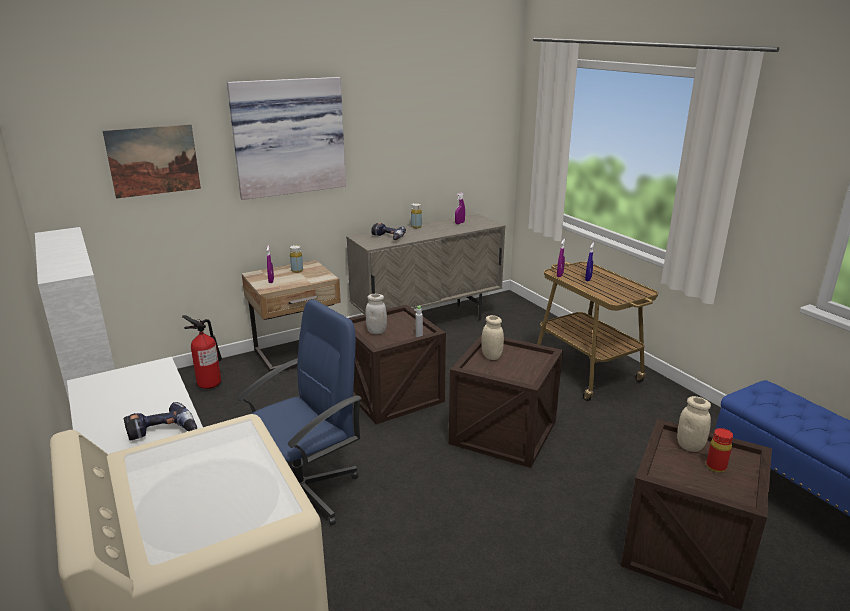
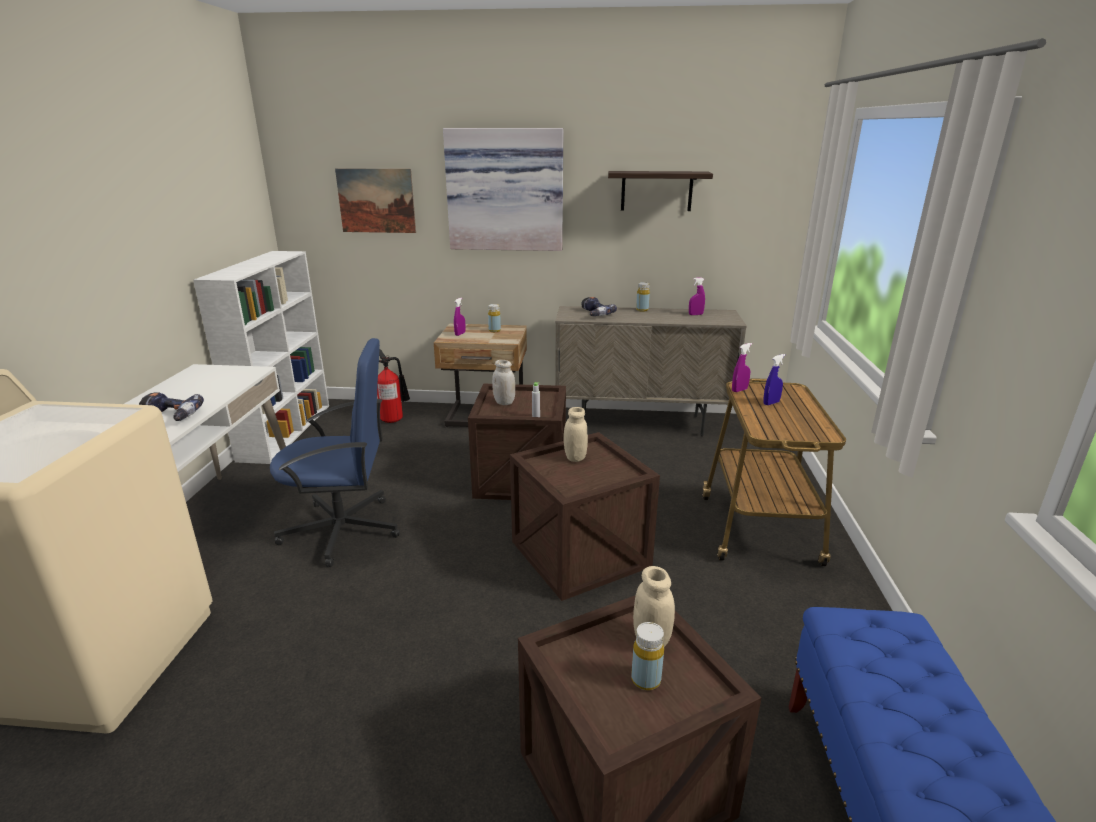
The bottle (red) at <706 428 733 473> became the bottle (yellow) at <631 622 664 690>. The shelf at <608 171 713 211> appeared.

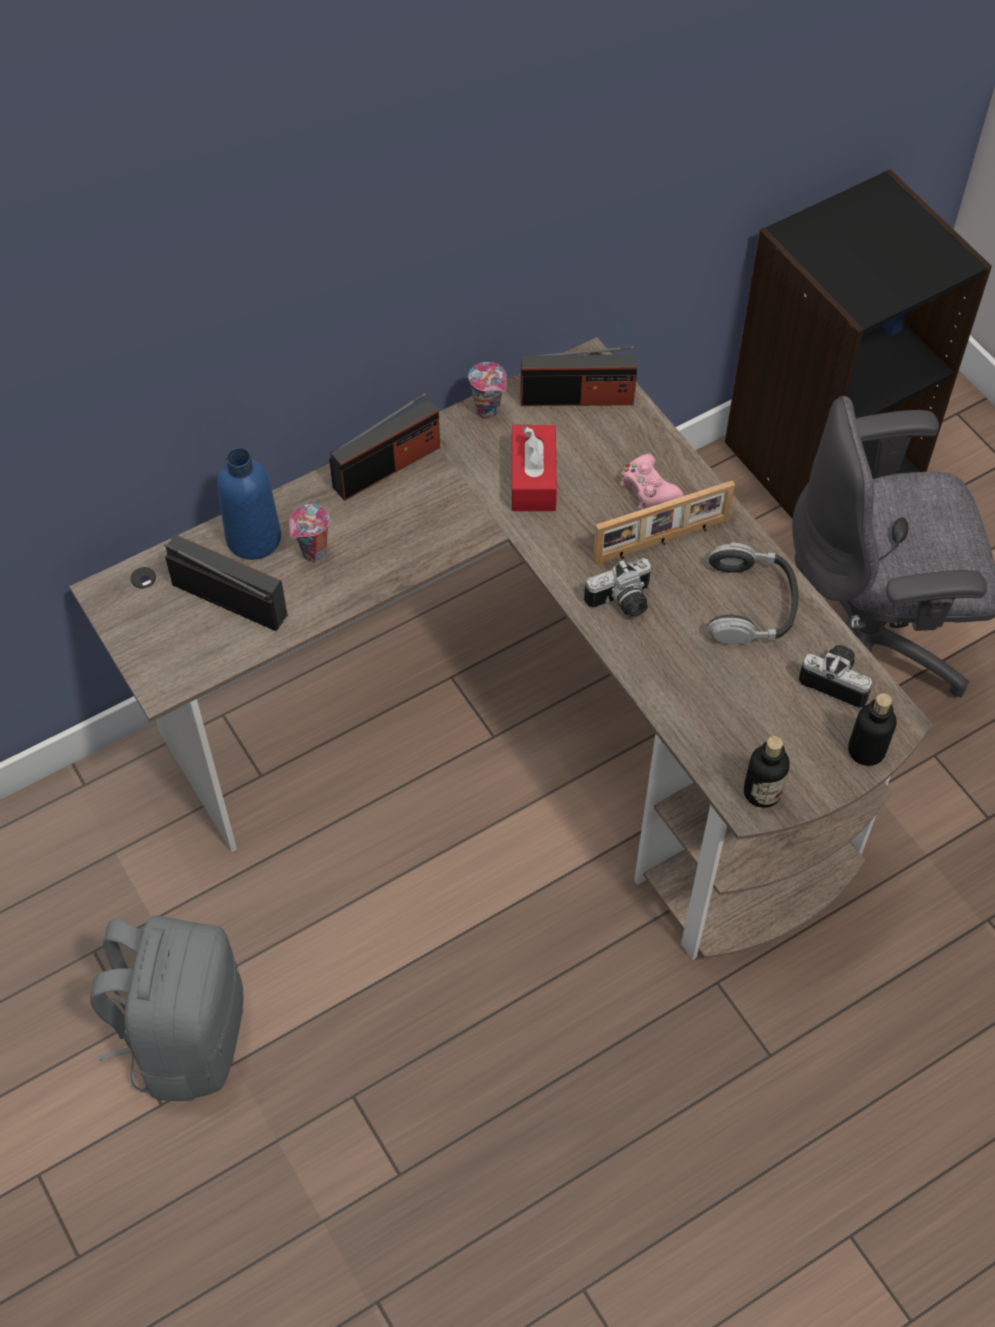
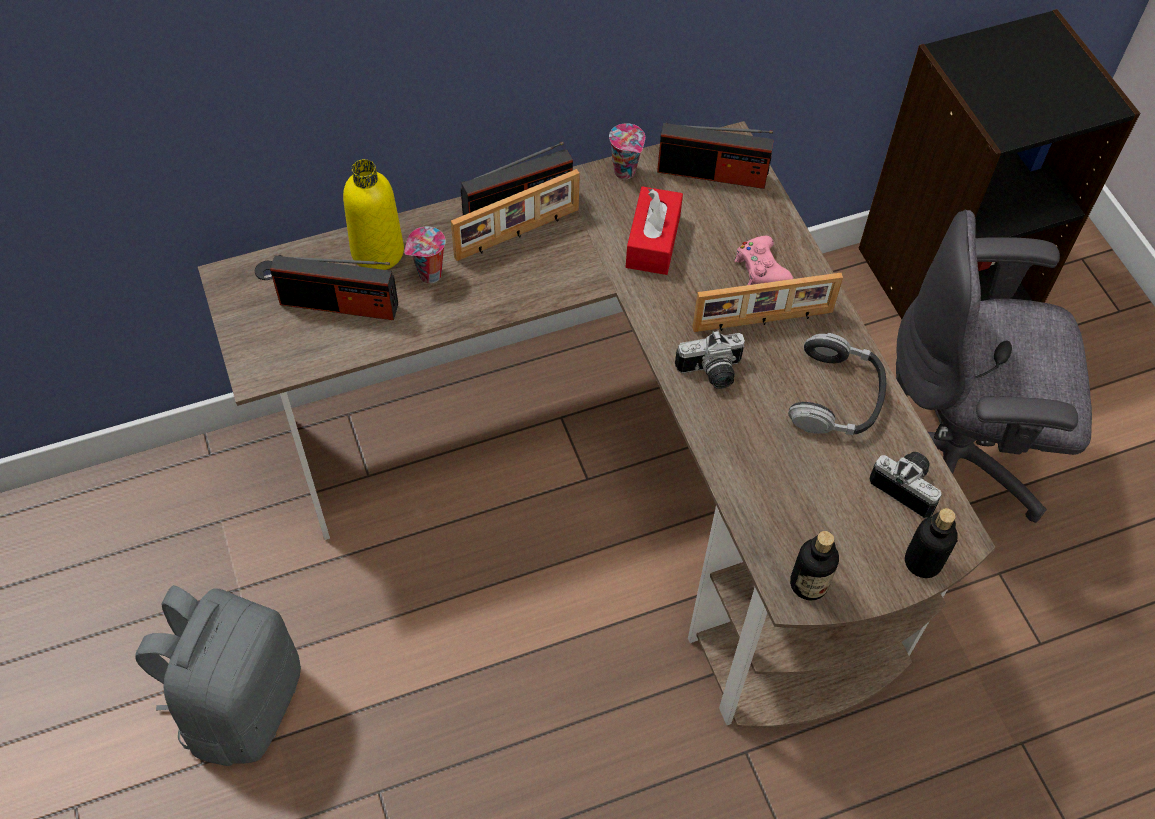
The bottle (blue) at <218 448 281 560> became the bottle (yellow) at <343 159 404 270>. The radio at <164 534 287 631> turned 150 degrees clockwise. The picture frame at <451 169 580 261> appeared.

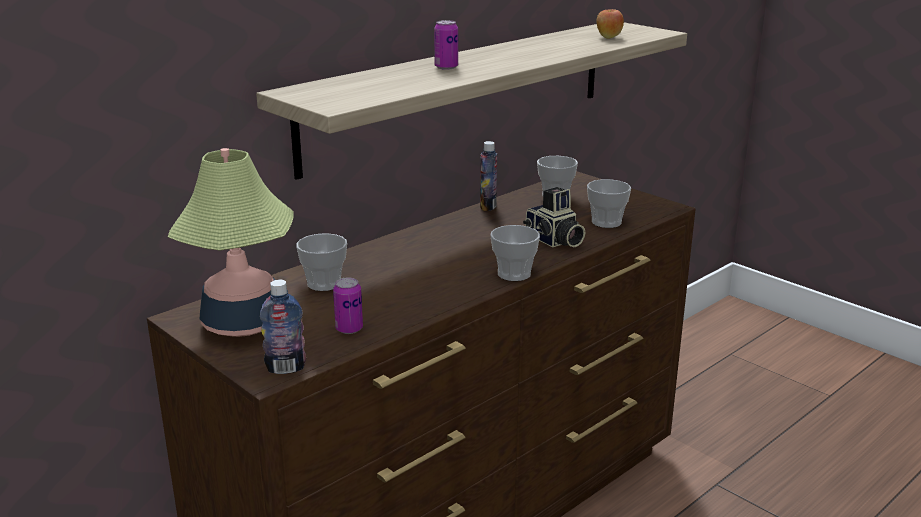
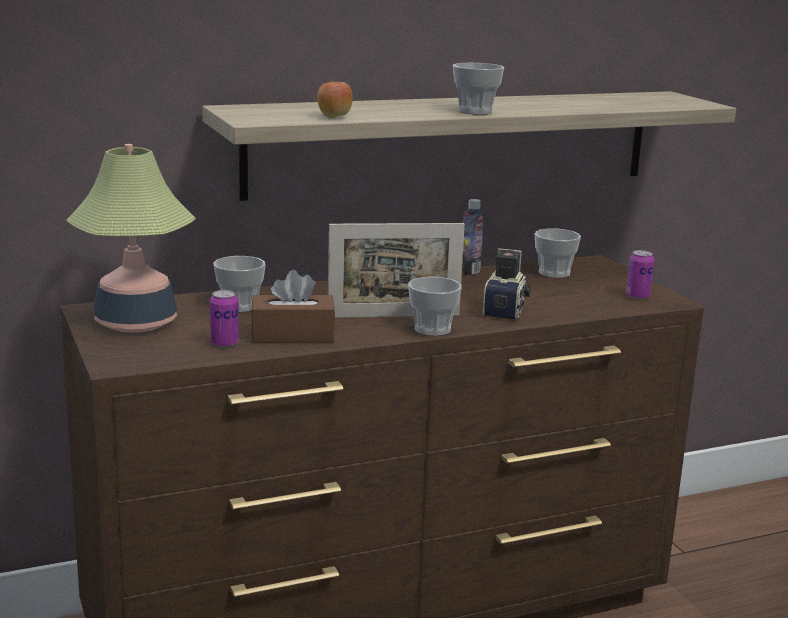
The apple moved from <597 9 624 39> to <317 82 353 118>. The can moved from <434 20 458 70> to <626 250 654 299>. The cup moved from <587 179 631 228> to <453 63 504 115>. The photo camera at <523 187 585 248> turned 150 degrees counterclockwise. The bottle at <260 280 306 374> disappeared. The picture frame at <328 223 465 318> appeared. The tissue box (brown) at <251 270 335 343> appeared.

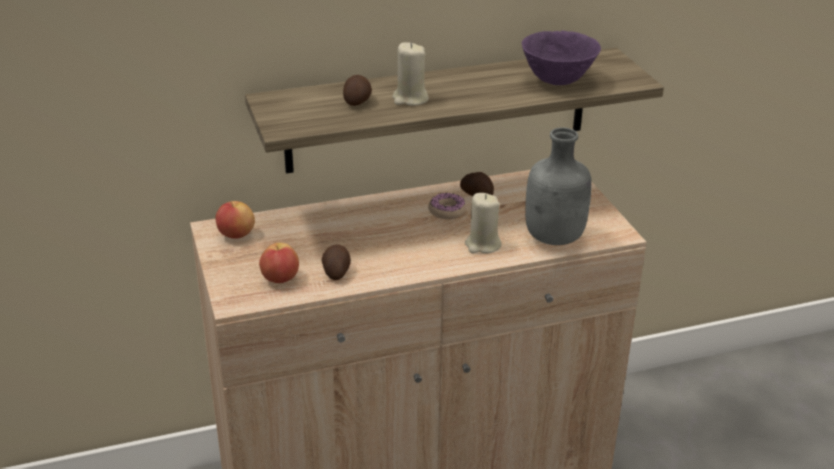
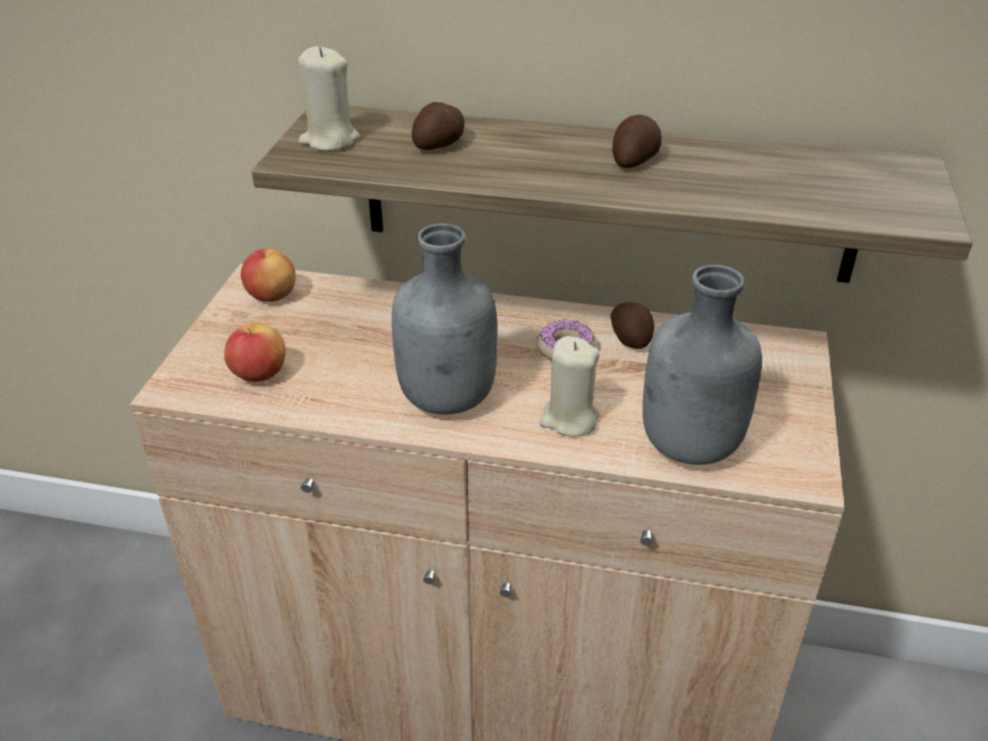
The bowl (purple) at <522 31 601 85> disappeared. The candle (beige) moved from <392 42 429 106> to <298 46 360 151>. The potato moved from <322 244 351 280> to <612 115 662 168>. The bottle (grey) at <392 223 498 414> appeared.

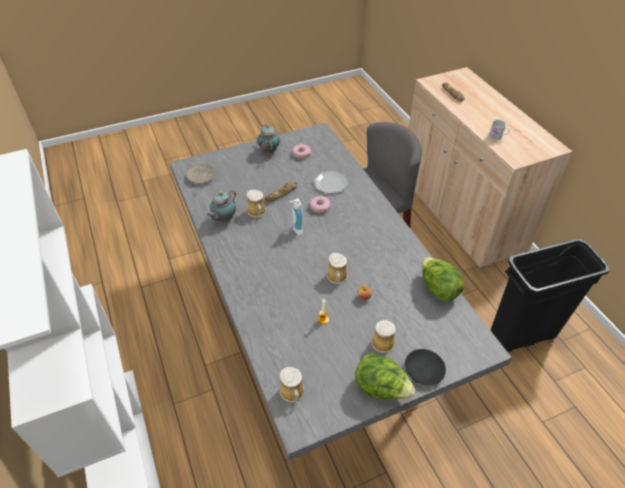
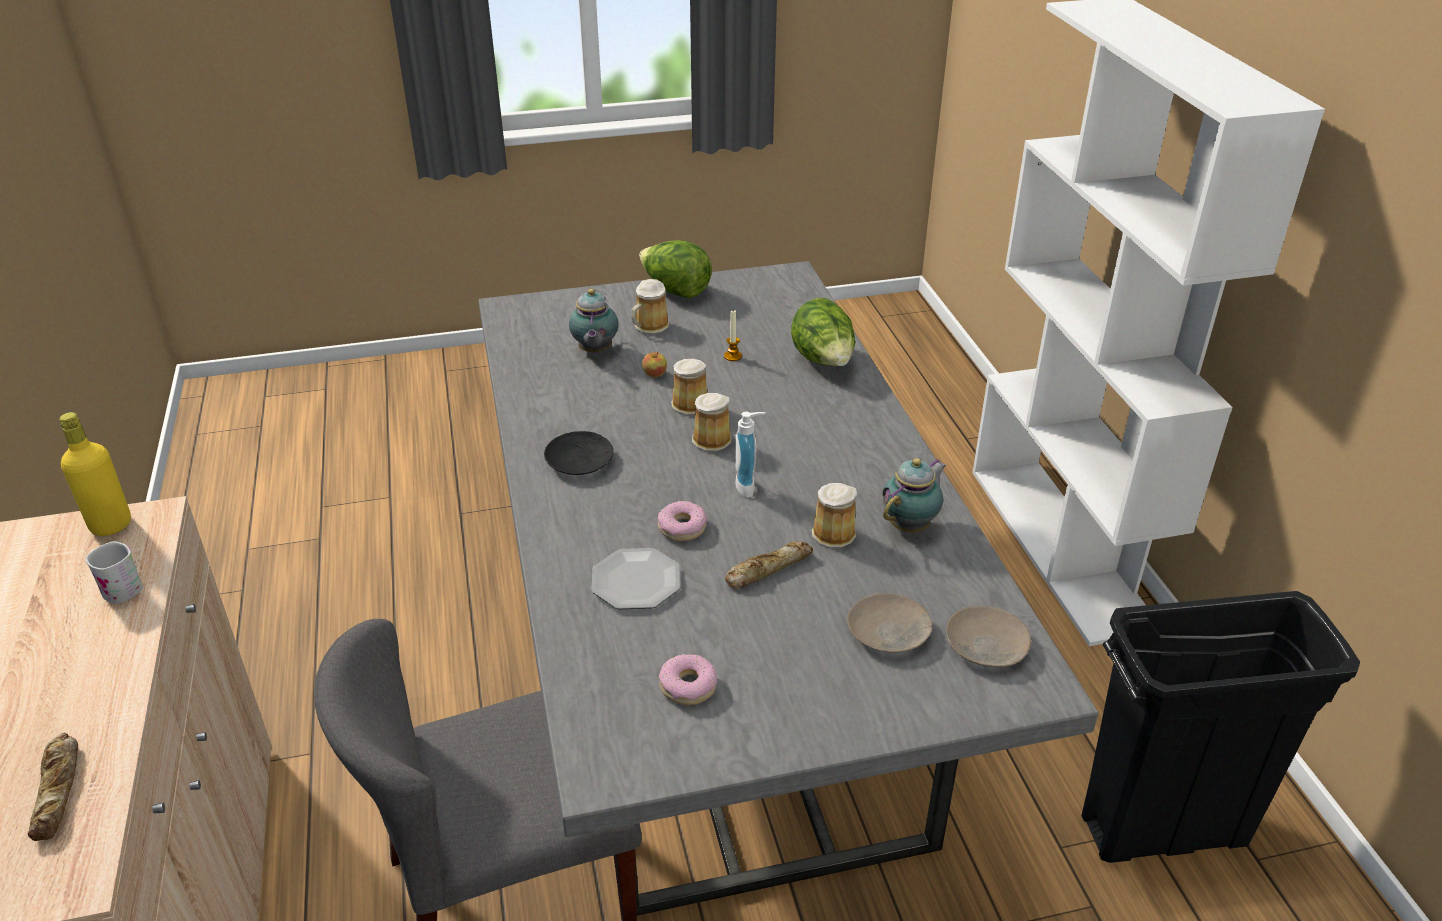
The teapot moved from <257 124 280 154> to <569 289 619 354>. The trash can (black) moved from <491 238 610 352> to <1082 591 1360 863>. The lettuce moved from <422 257 464 302> to <791 298 855 366>. The plate (black) moved from <405 349 446 386> to <544 431 613 475>. The mug moved from <280 367 304 402> to <692 393 732 451>. The bottle (yellow) at <59 412 131 536> appeared. The plate (beige) at <847 593 932 653> appeared.

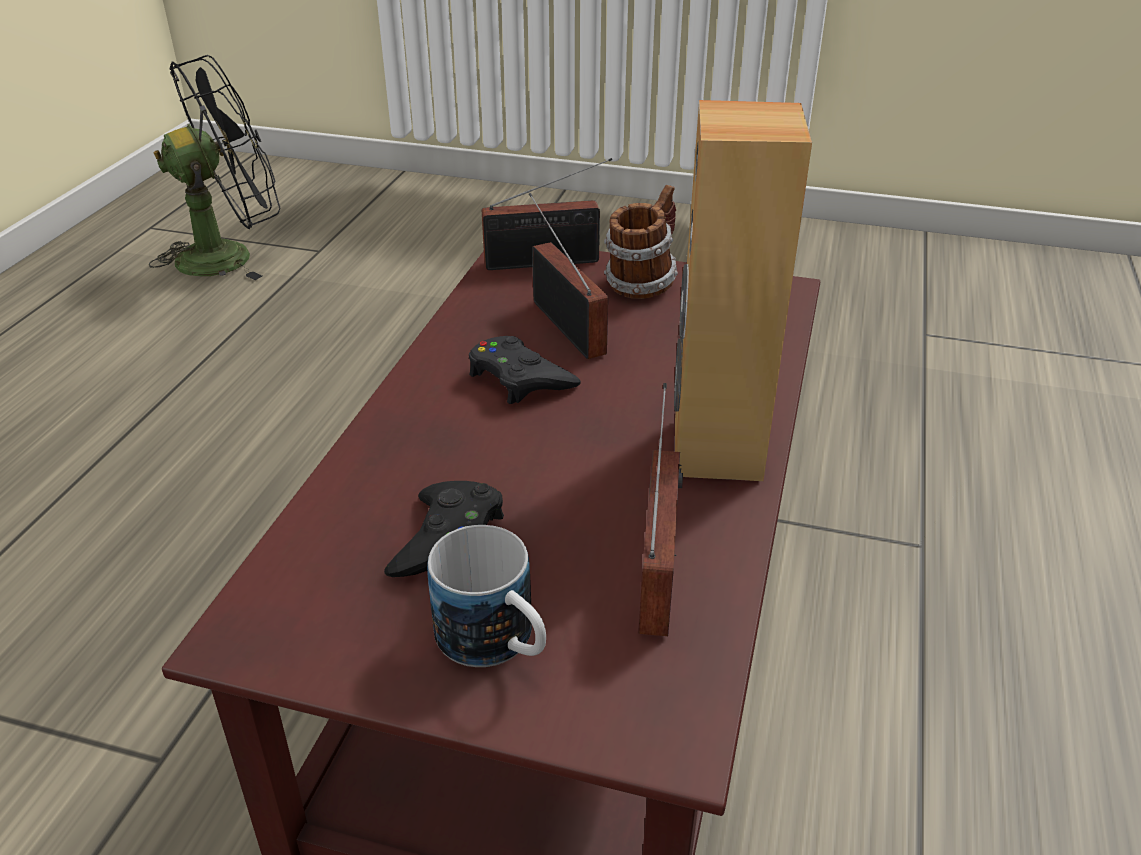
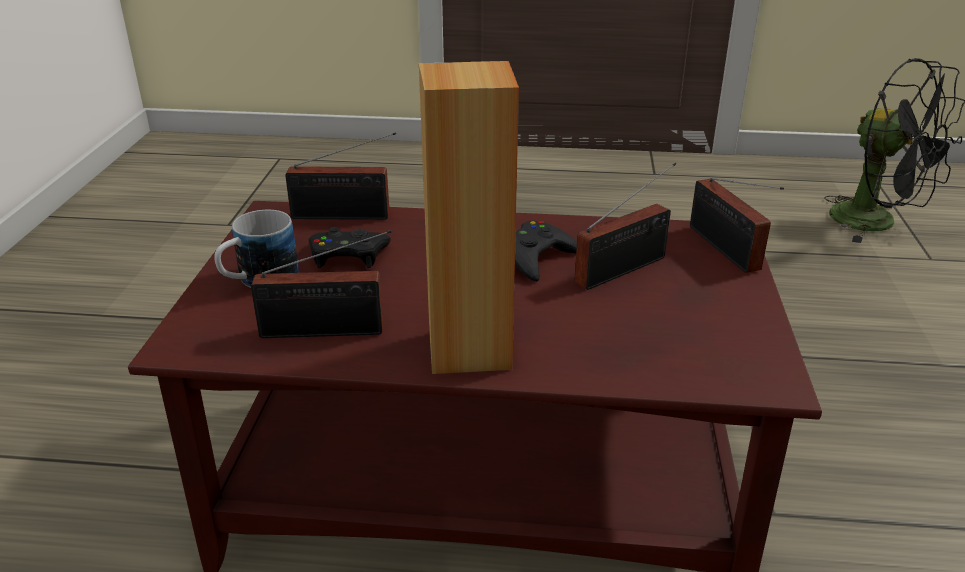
The mug at <604 185 678 299> disappeared. The radio at <285 132 396 220> appeared.

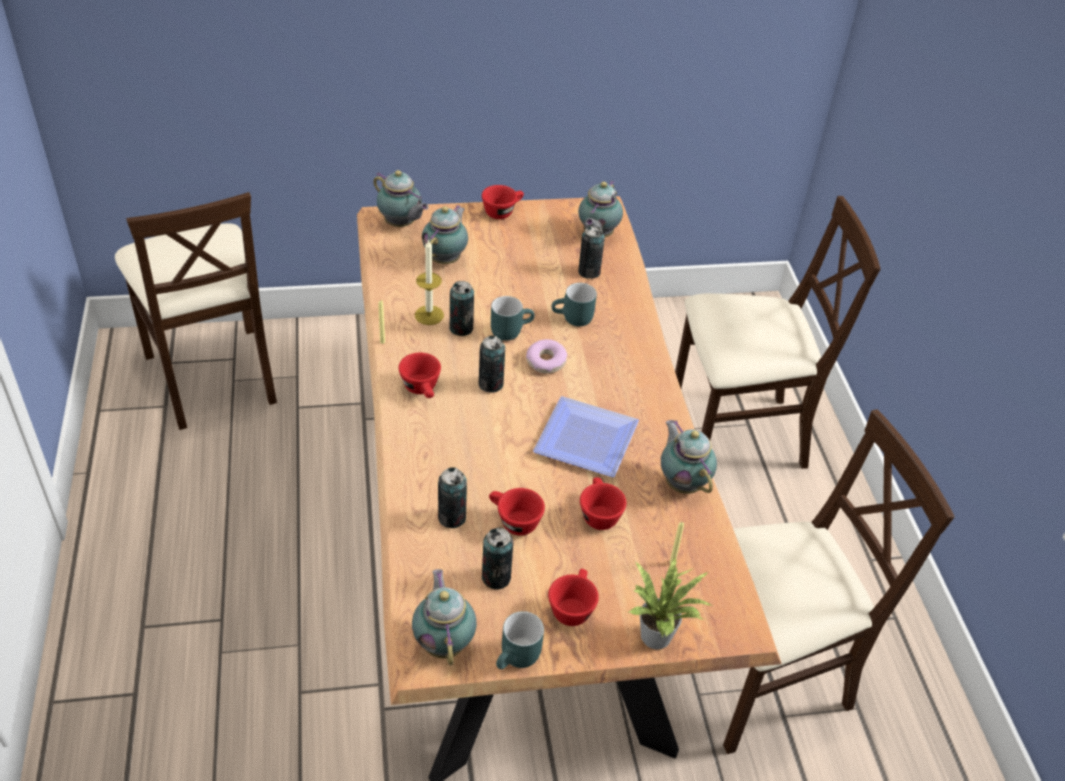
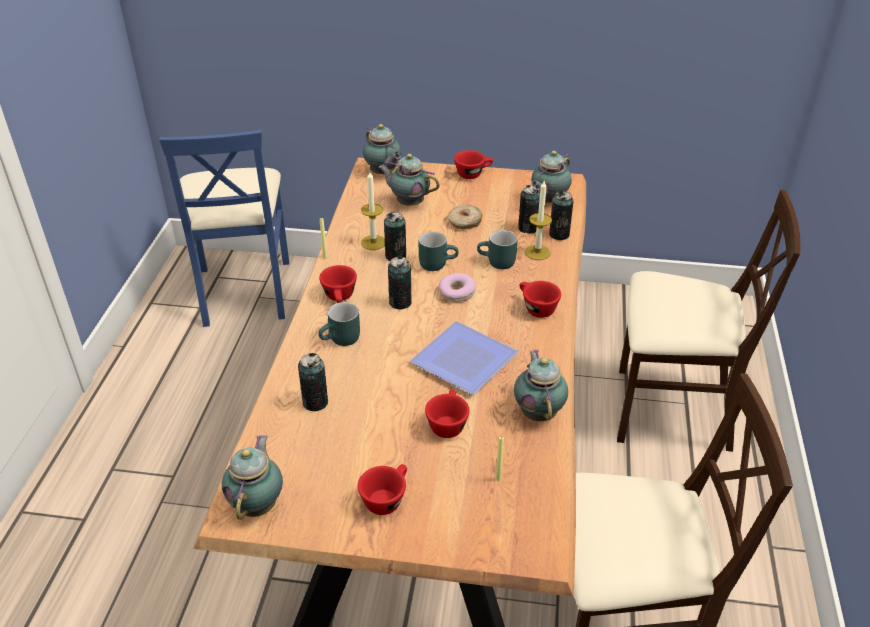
The chair (beige) at <115 192 277 430> became the chair (blue) at <159 130 289 327>. The teapot at <422 205 468 264> turned 105 degrees counterclockwise. The cup (red) moved from <489 488 545 536> to <520 281 561 318>. The can moved from <482 527 513 589> to <549 191 573 240>. The potted plant at <627 556 712 650> disappeared. The mug (turquoise) moved from <496 611 544 669> to <318 302 360 346>. The candle at <525 181 552 260> appeared. The donut at <448 204 483 229> appeared.

